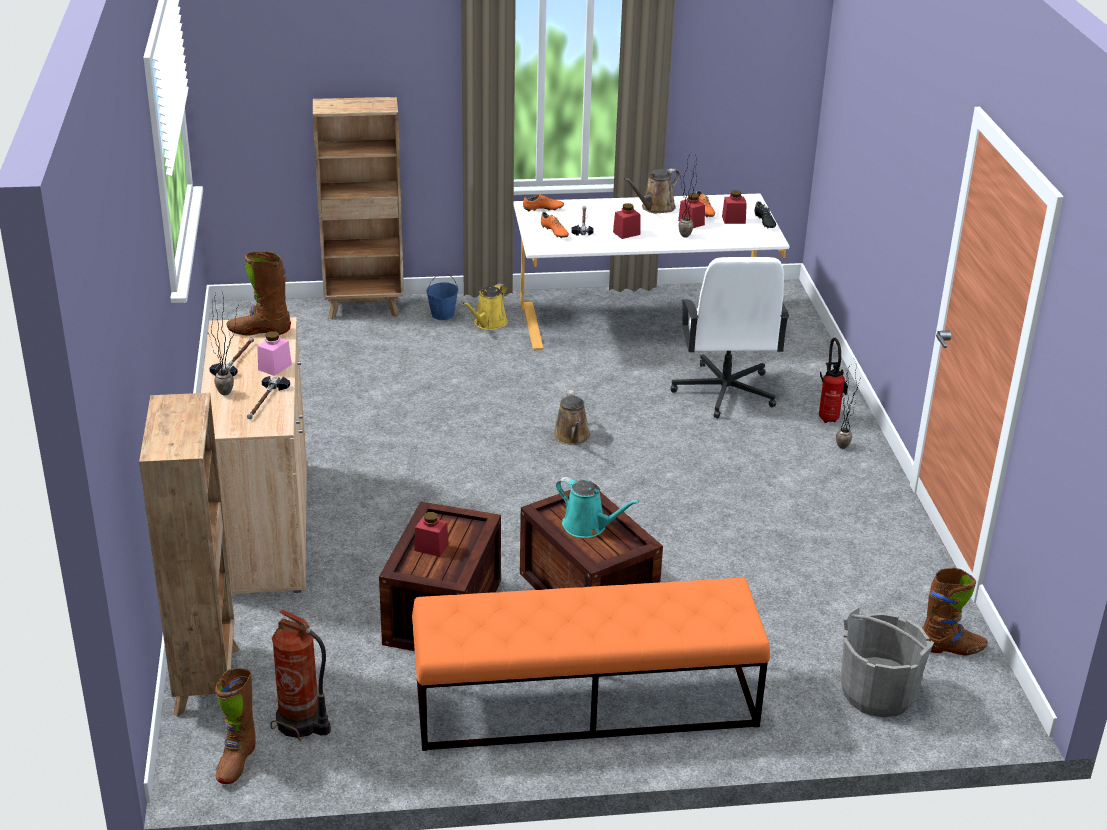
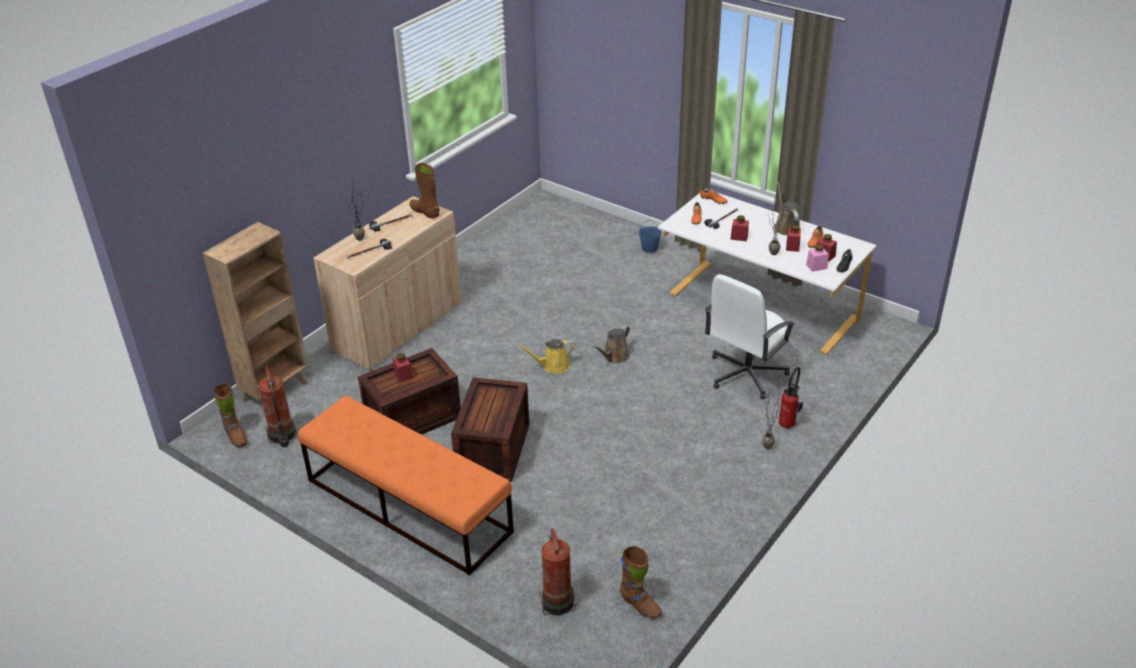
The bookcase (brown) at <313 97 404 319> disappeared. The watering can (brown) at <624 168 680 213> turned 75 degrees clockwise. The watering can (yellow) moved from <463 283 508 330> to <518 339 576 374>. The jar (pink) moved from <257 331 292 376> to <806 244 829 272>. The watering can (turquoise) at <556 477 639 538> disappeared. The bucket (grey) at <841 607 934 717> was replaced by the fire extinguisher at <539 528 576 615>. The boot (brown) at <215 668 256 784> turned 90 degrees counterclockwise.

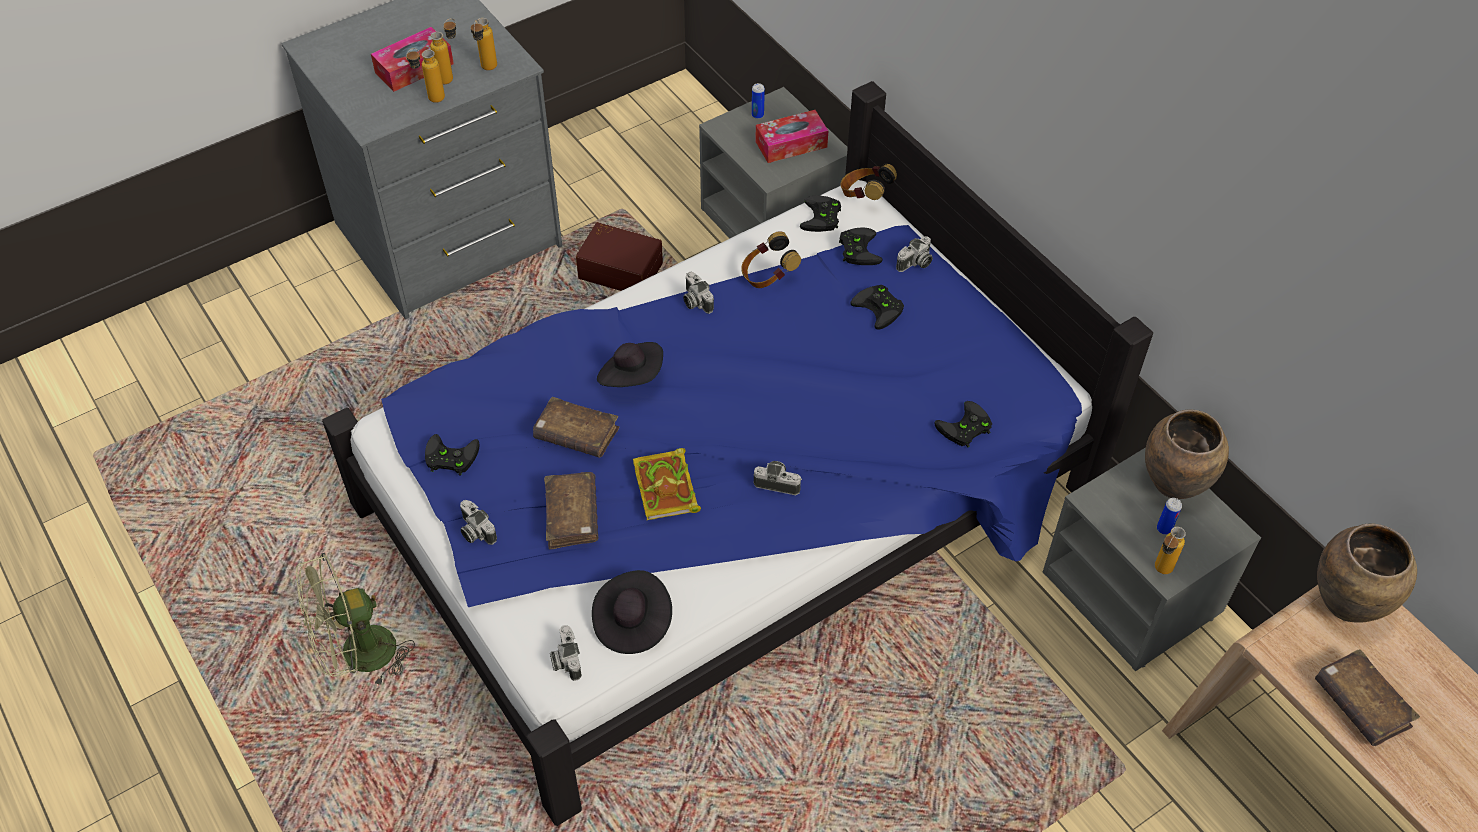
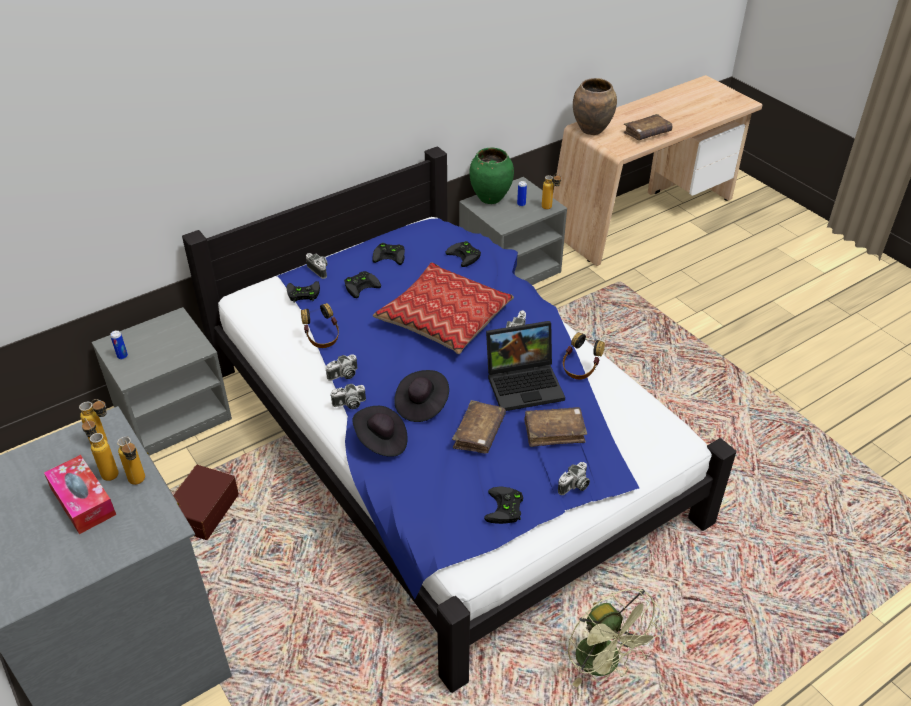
The tissue box at <755 110 828 163> disappeared. The headphones moved from <840 164 897 200> to <563 332 605 379>. The game controller (black) moved from <800 195 841 232> to <372 243 405 265>. The vase (brown) at <1145 409 1229 499> became the vase (green) at <470 148 514 204>. The book at <633 448 701 521> was replaced by the laptop at <486 321 565 411>. The hat (black) moved from <592 570 672 654> to <352 406 408 457>. The photo camera moved from <550 625 582 681> to <330 384 366 409>. The pillow at <373 262 514 354> appeared.

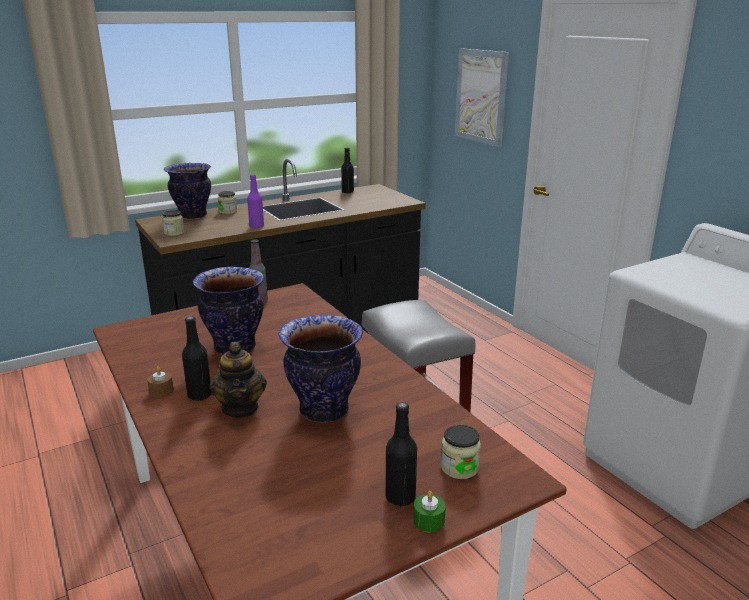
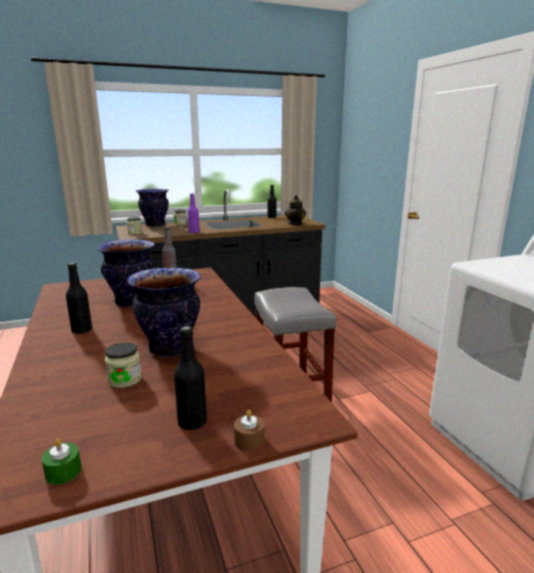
The picture at <455 48 509 147> disappeared. The teapot moved from <209 342 267 418> to <285 195 306 225>. The candle (brown) moved from <147 366 174 397> to <234 410 264 451>. The jar moved from <441 425 481 479> to <105 342 142 388>. The candle (green) moved from <413 491 446 532> to <41 438 82 485>.

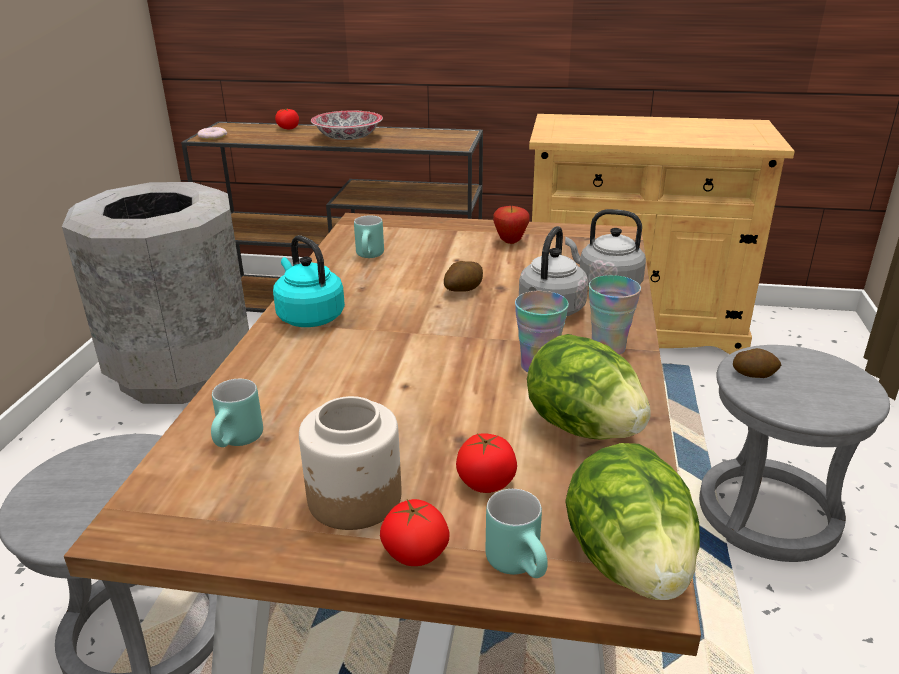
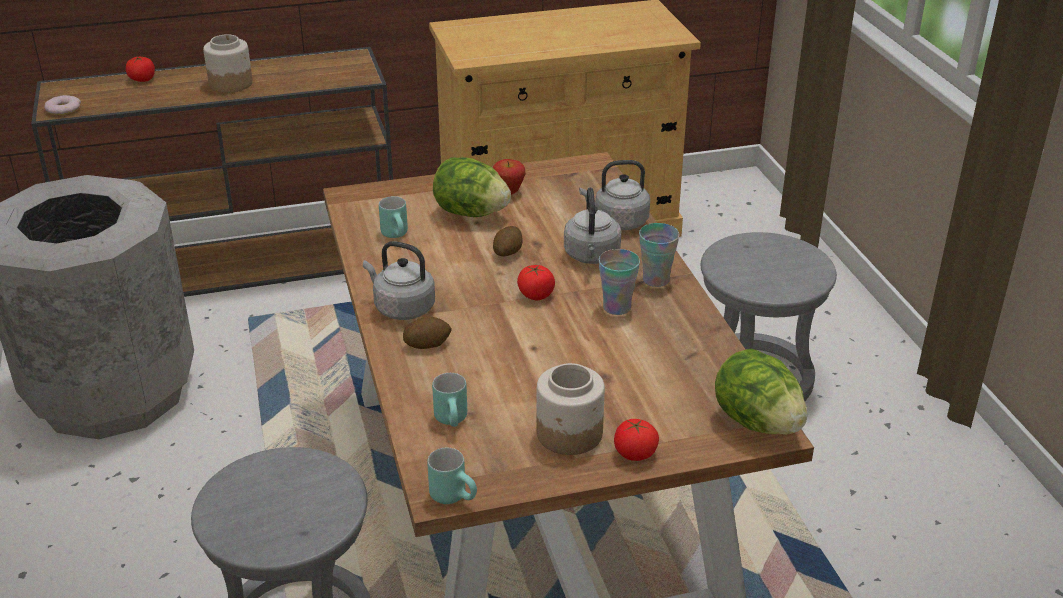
The bowl at <311 110 383 140> was replaced by the jar at <203 34 253 93>. The kettle (turquoise) at <273 235 345 327> became the kettle (grey) at <363 241 435 320>. The lettuce moved from <527 334 651 440> to <433 157 511 217>. The potato moved from <733 348 781 378> to <403 317 452 349>. The tomato moved from <456 433 517 493> to <517 264 555 300>. The mug (turquoise) moved from <485 489 548 578> to <427 447 477 504>.

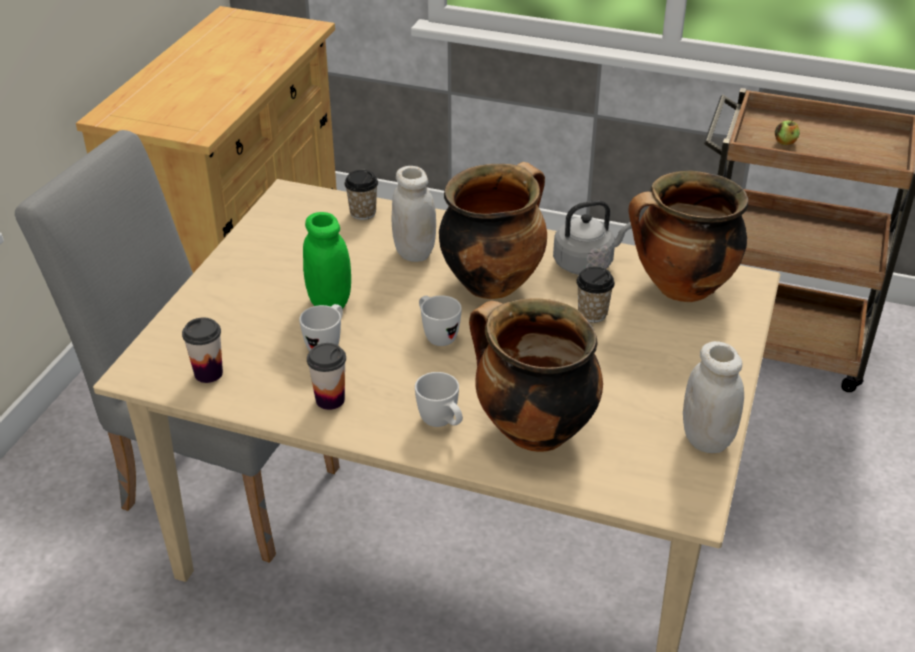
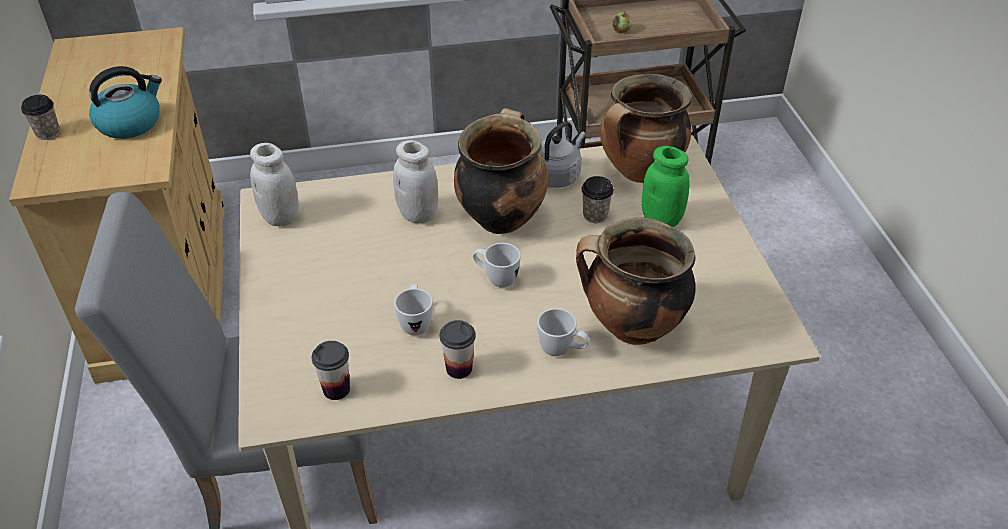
The cup moved from <344 170 378 220> to <21 95 60 140>. The jar (green) moved from <303 212 351 309> to <642 146 689 227>. The jar (white) moved from <683 341 744 453> to <250 143 299 226>. The kettle at <89 66 162 139> appeared.

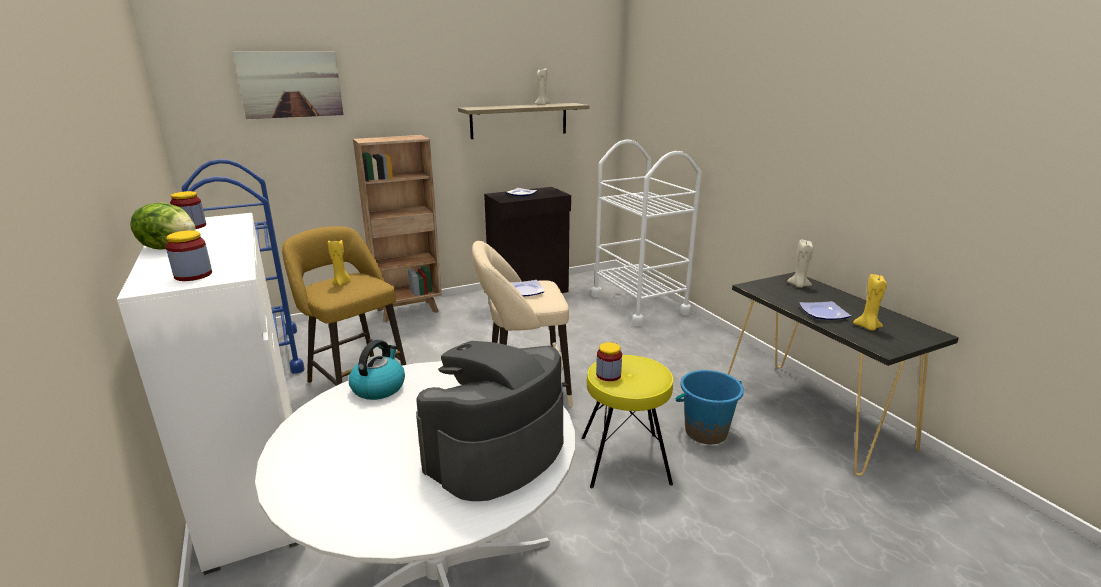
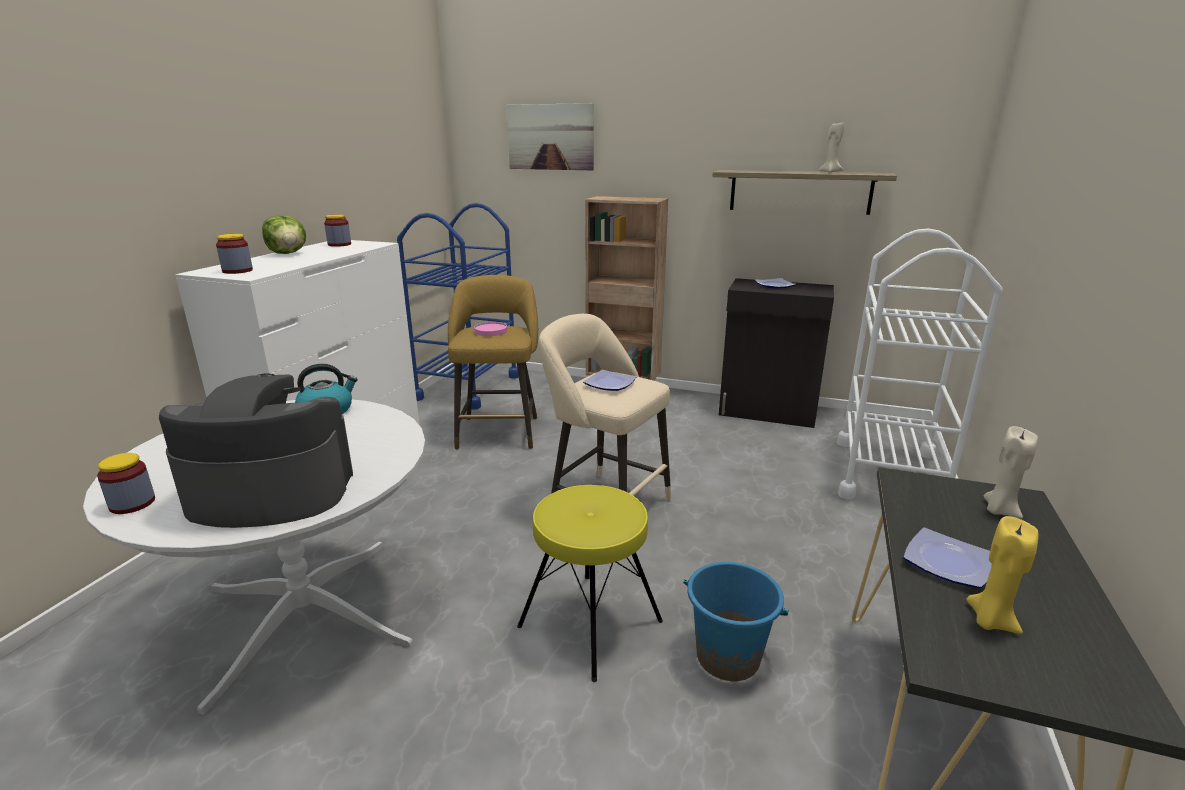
The candle (yellow) at <328 240 351 286> was replaced by the plate (pink) at <474 322 507 336>. The jar moved from <596 342 622 381> to <97 453 155 514>.

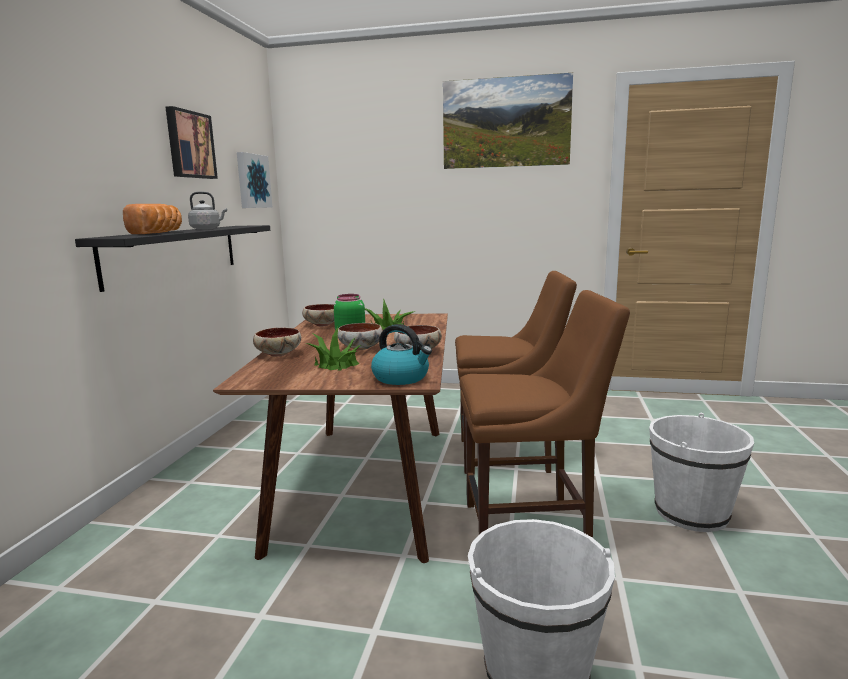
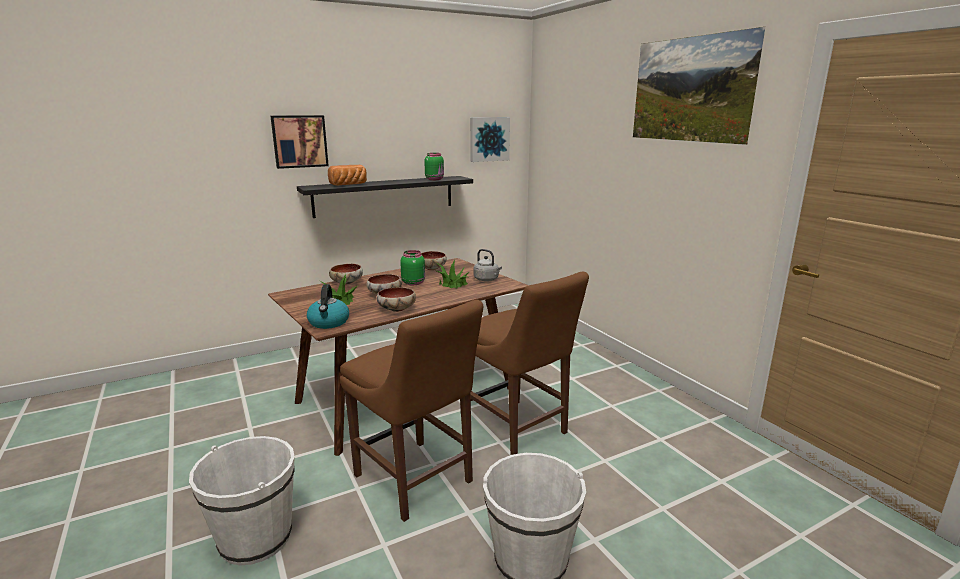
The picture moved from <165 106 218 179> to <270 115 329 169>. The kettle (grey) moved from <188 192 227 230> to <474 249 502 281>. The jar (green) at <424 153 444 180> appeared.

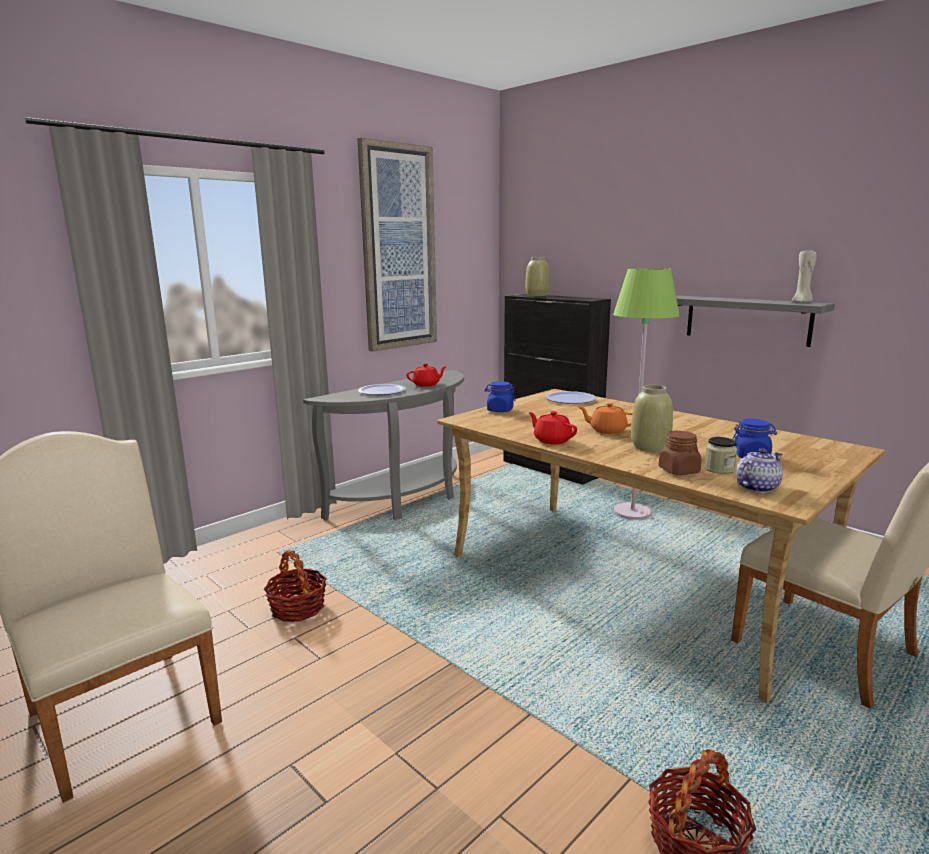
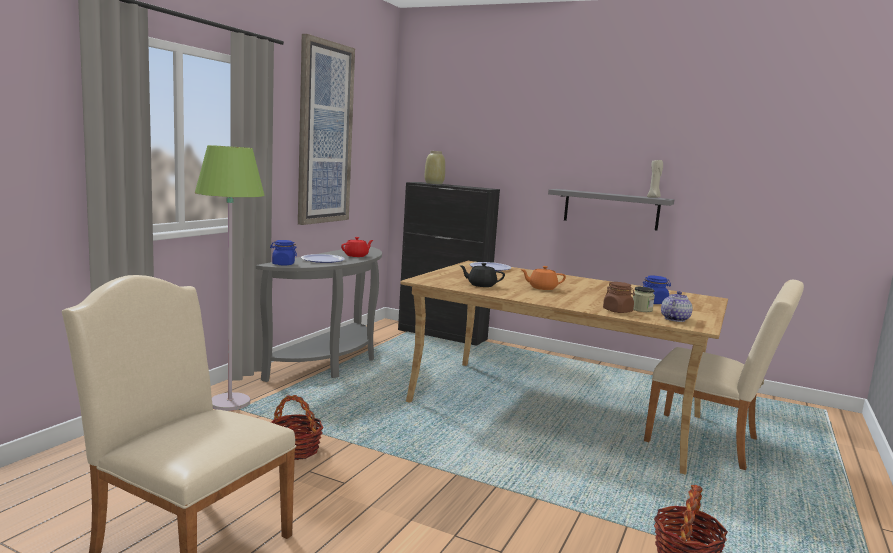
The floor lamp (green) moved from <613 268 680 520> to <195 145 265 411>. The jar (blue) moved from <485 381 516 412> to <270 240 297 266>. The vase (beige) at <631 385 673 452> disappeared. The teapot (red) at <528 411 577 444> disappeared. The teapot (black) at <459 263 505 287> appeared.

